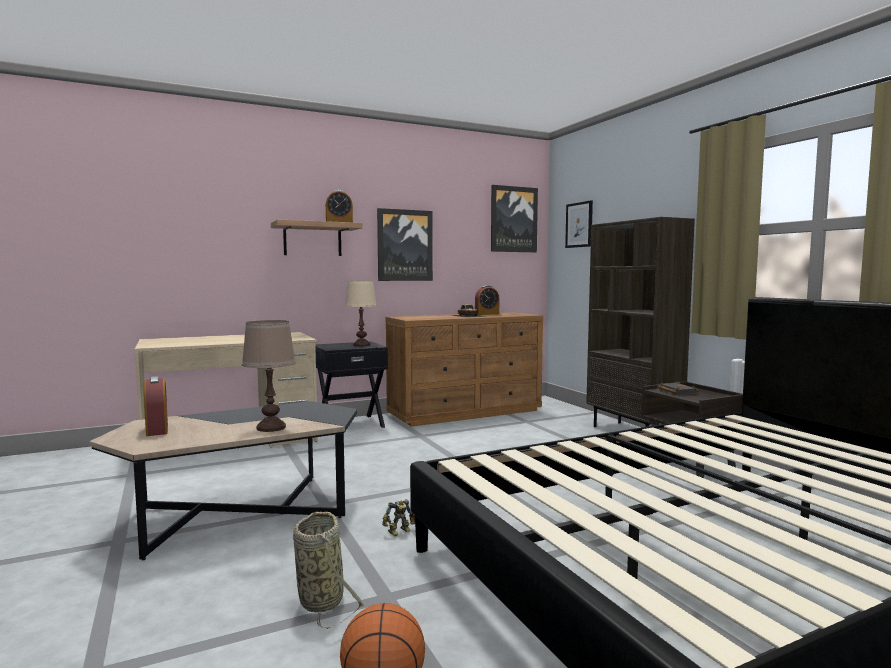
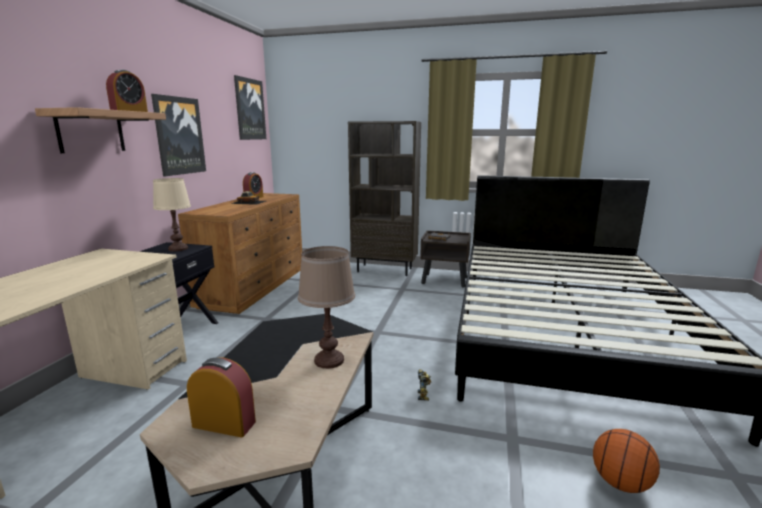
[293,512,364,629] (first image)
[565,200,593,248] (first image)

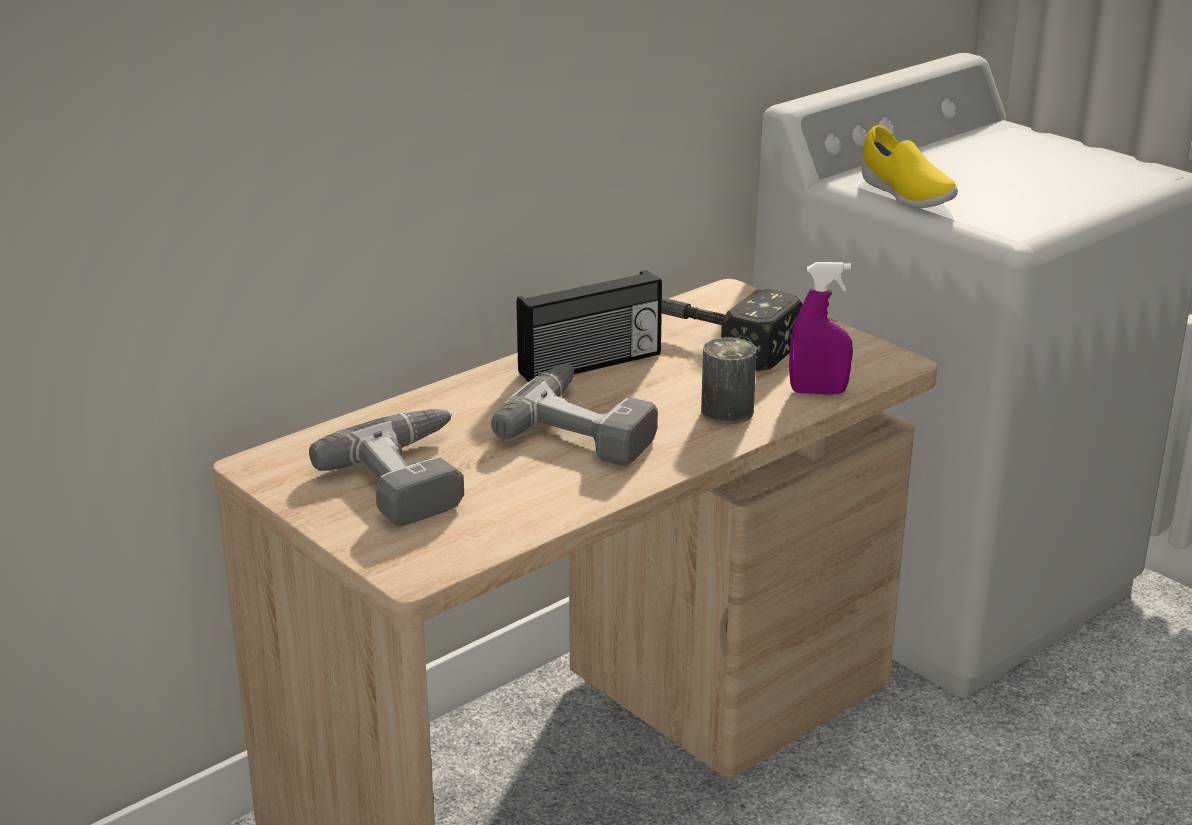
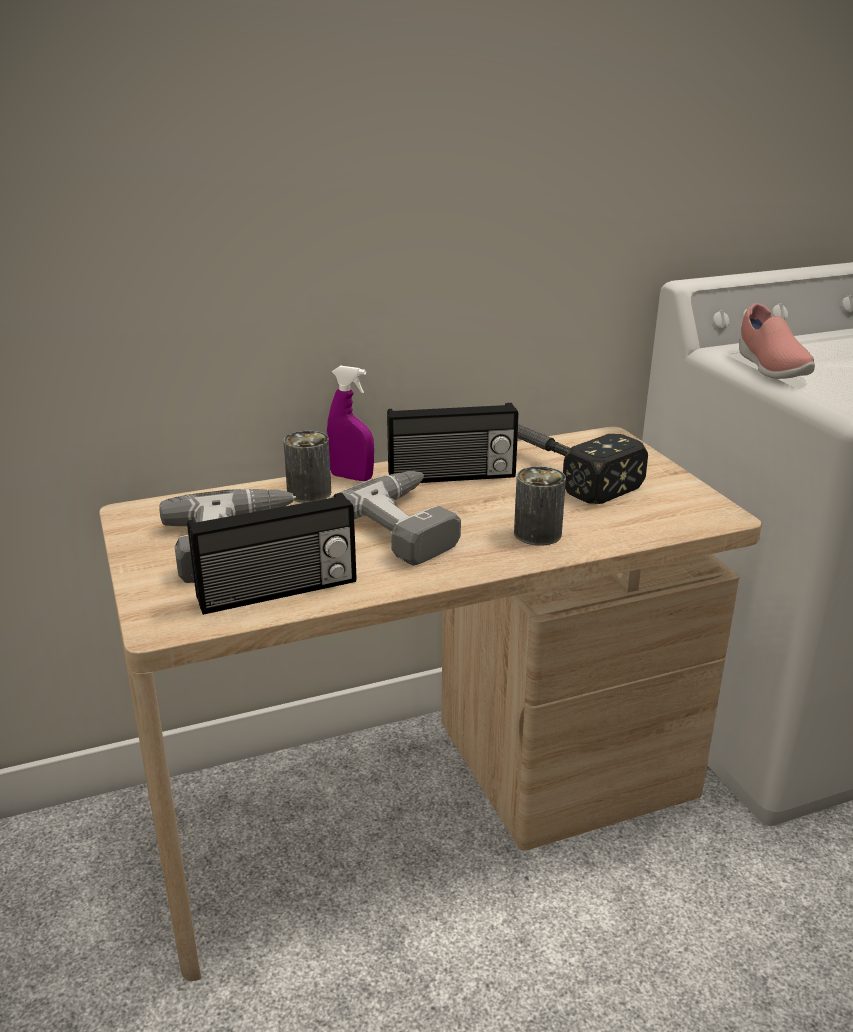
[327,366,374,481]
[739,303,815,379]
[187,493,357,615]
[283,431,331,503]

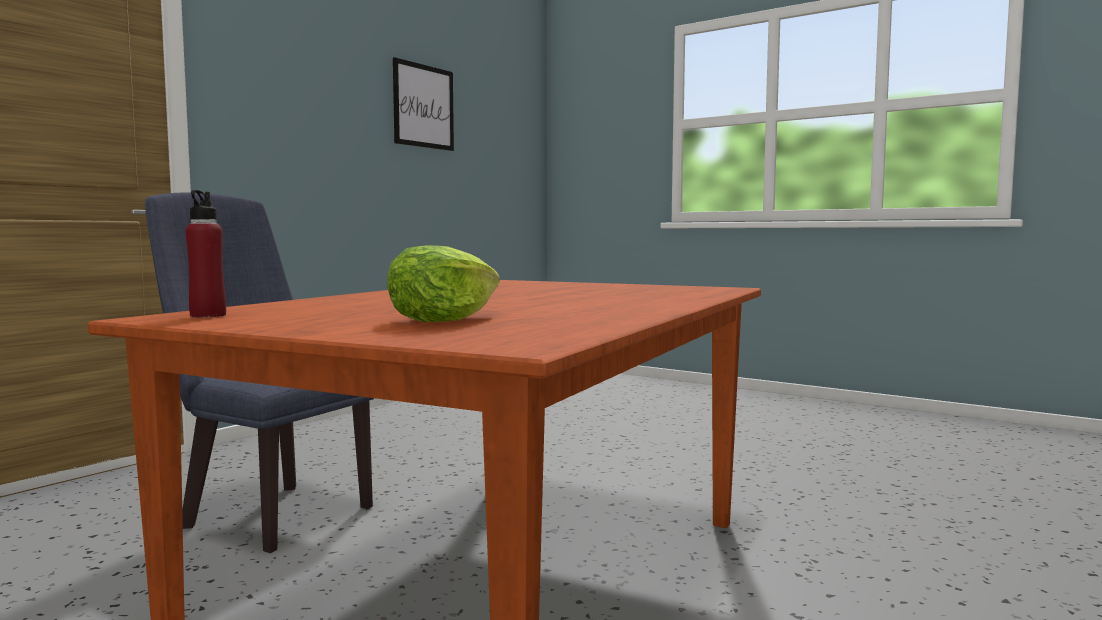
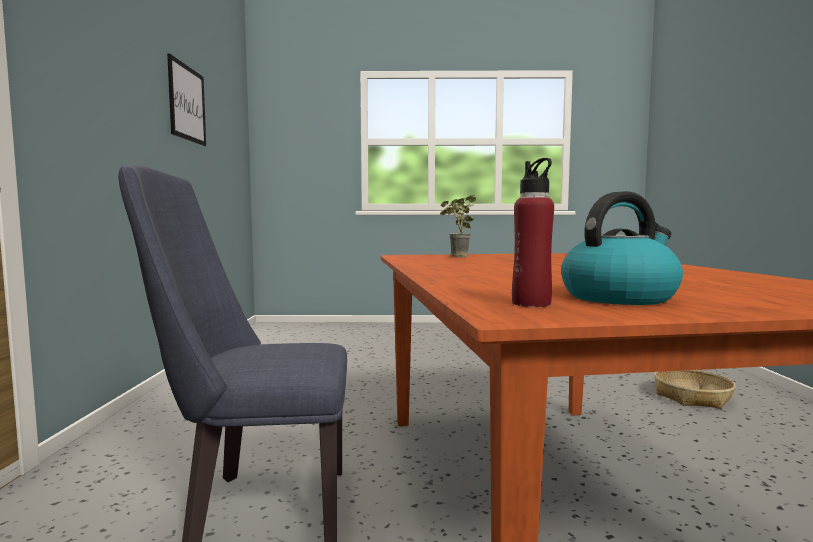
[387,245,500,322] (first image)
[440,195,476,257]
[561,191,683,305]
[654,370,736,409]

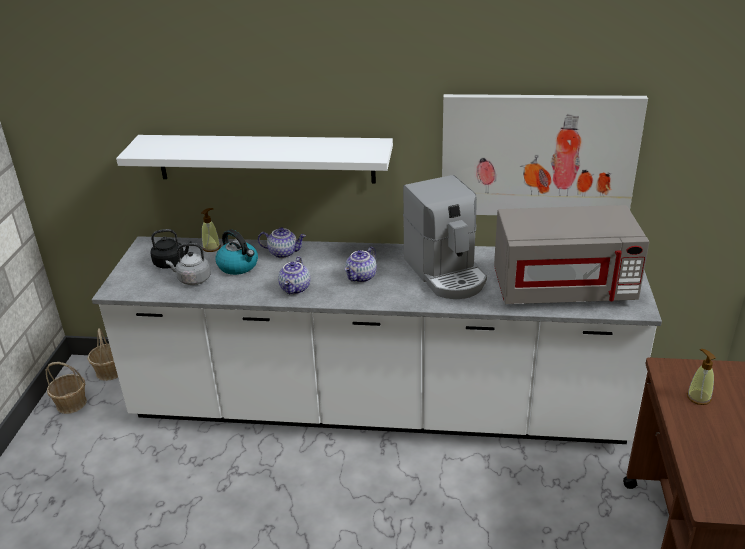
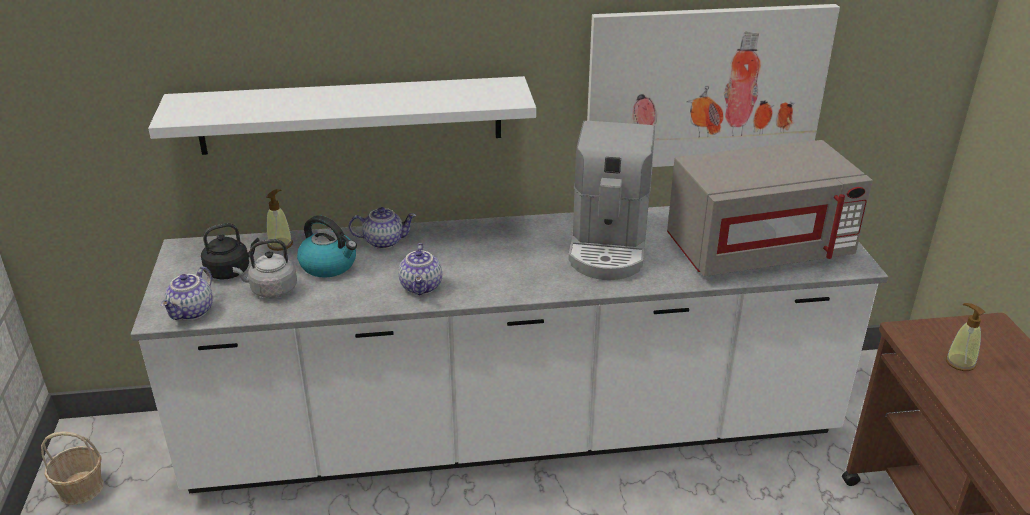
[88,328,118,381] (first image)
[161,266,213,320]
[568,121,655,280]

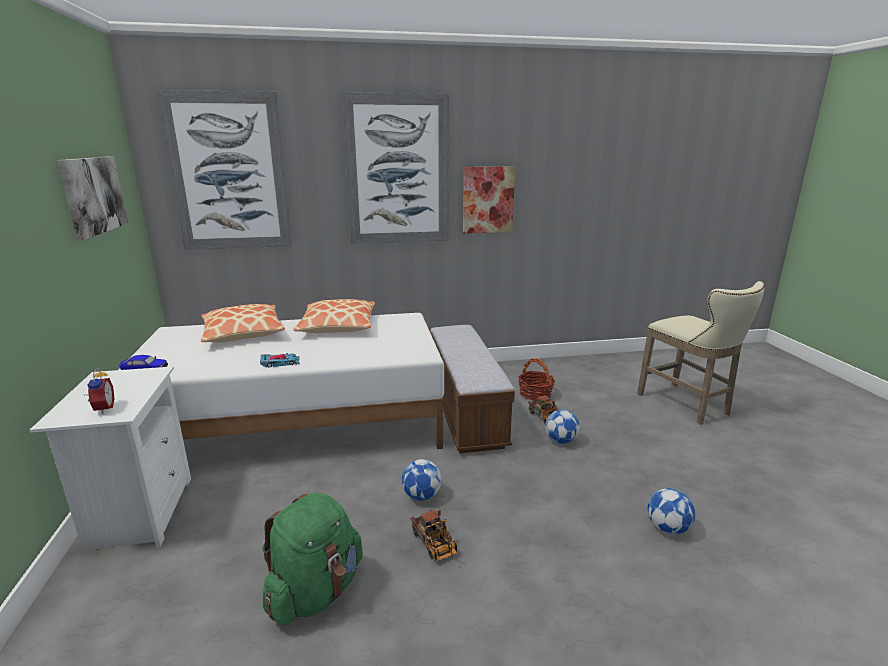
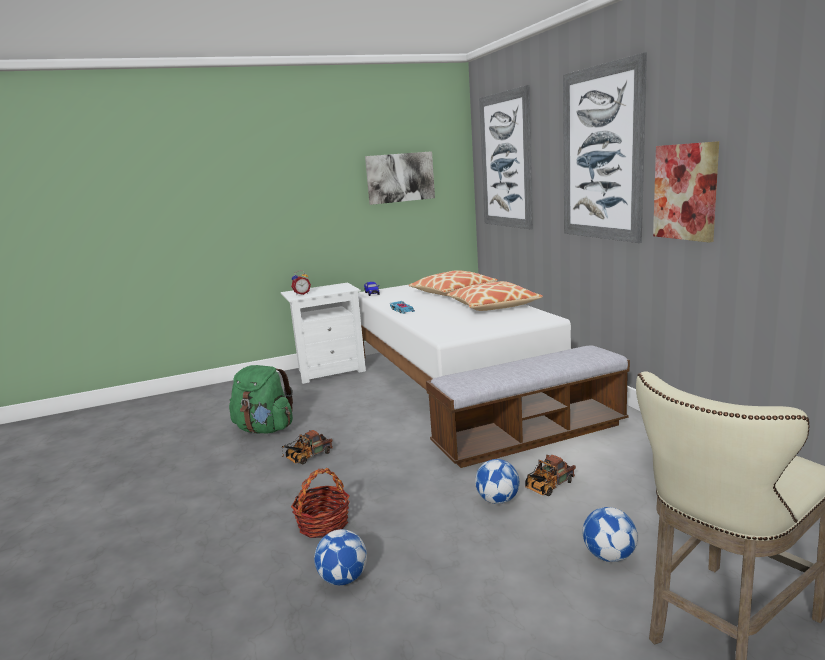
[583,507,638,562]
[291,468,350,538]

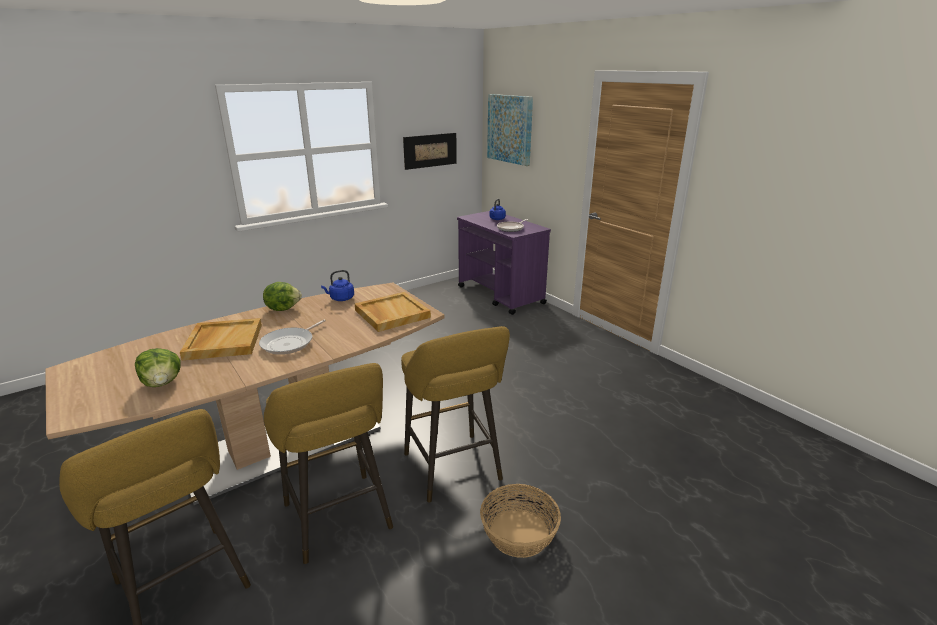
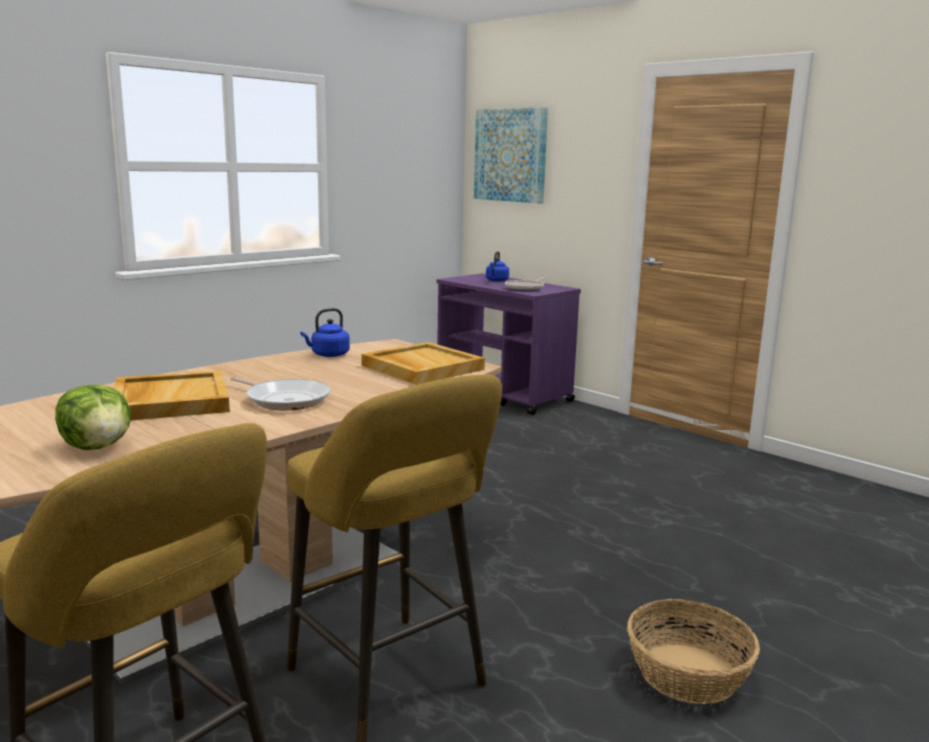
[230,377,331,410]
[263,282,302,311] (first image)
[401,326,510,502] (first image)
[403,133,457,170] (first image)

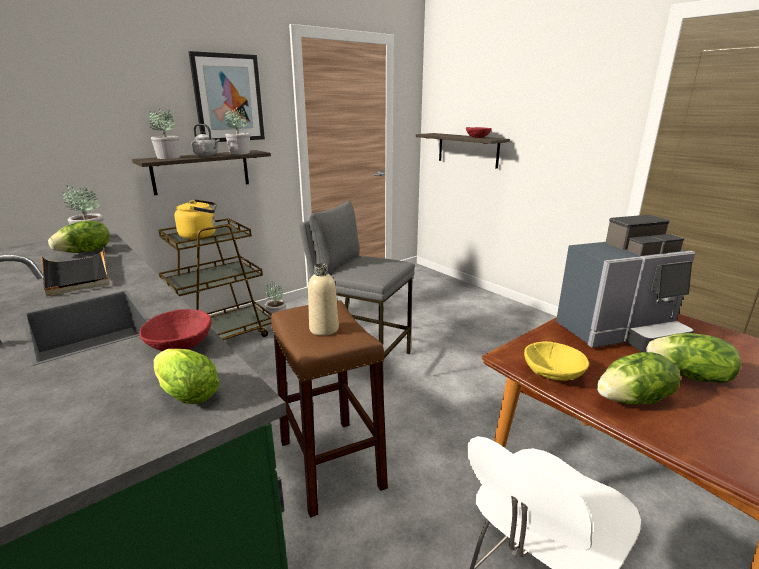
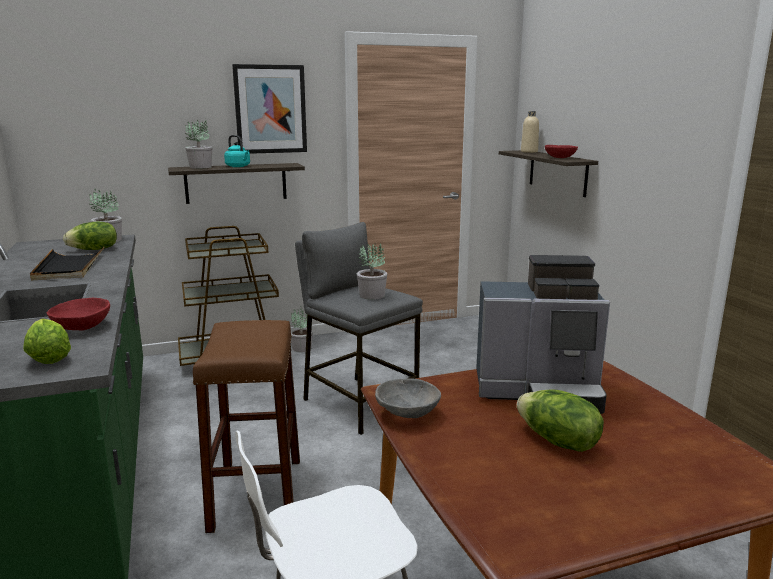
[174,199,217,239] (first image)
[224,135,250,167]
[357,243,387,300]
[521,111,539,153]
[375,378,441,418]
[597,352,681,405] (first image)

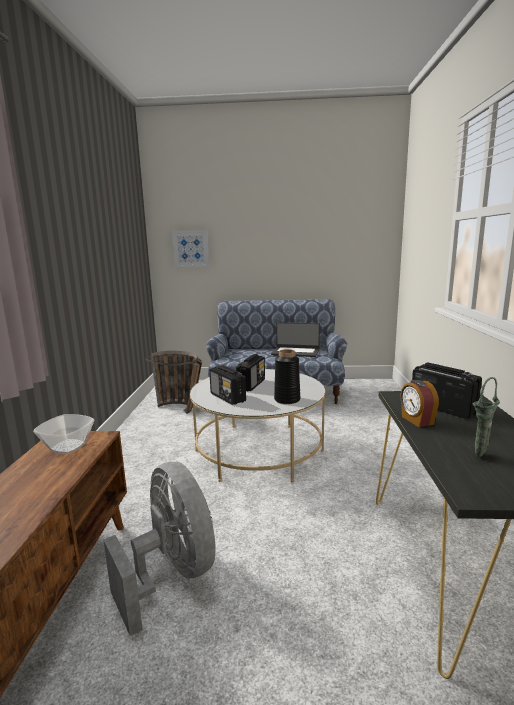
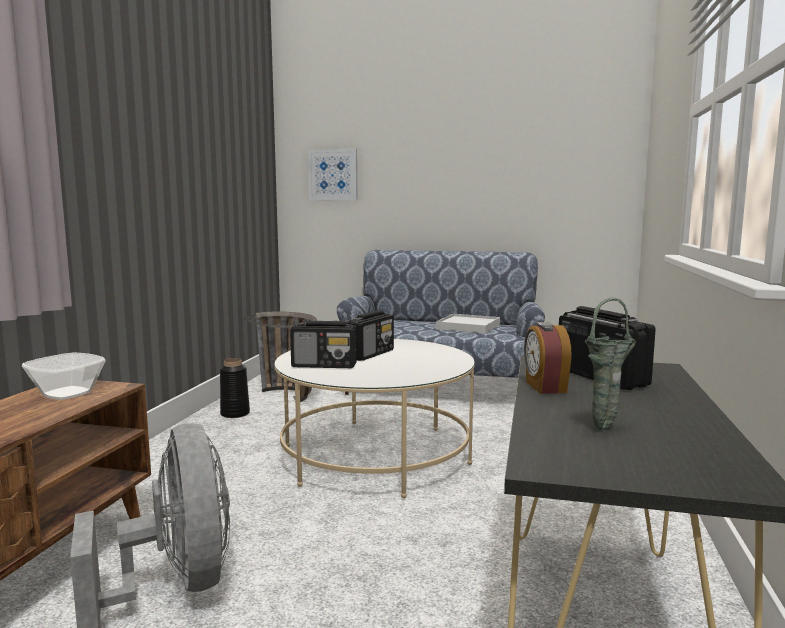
[290,321,357,368]
[436,314,500,334]
[220,358,250,418]

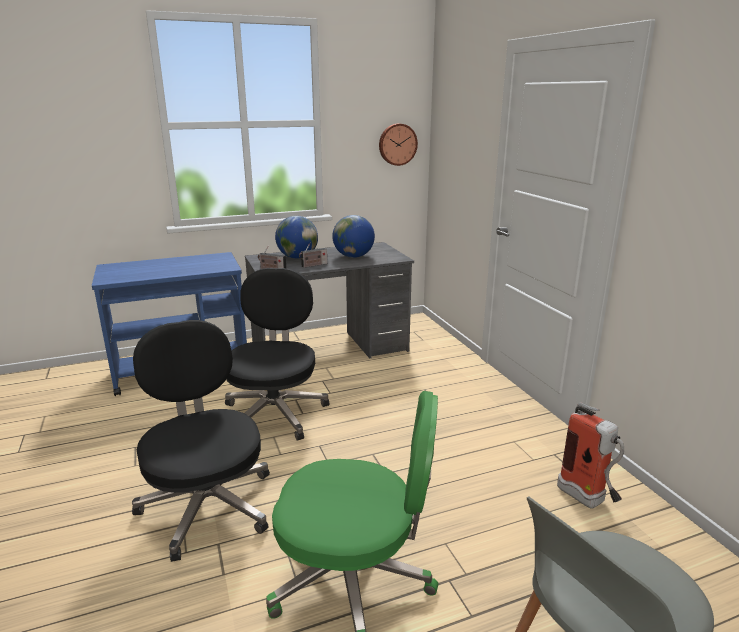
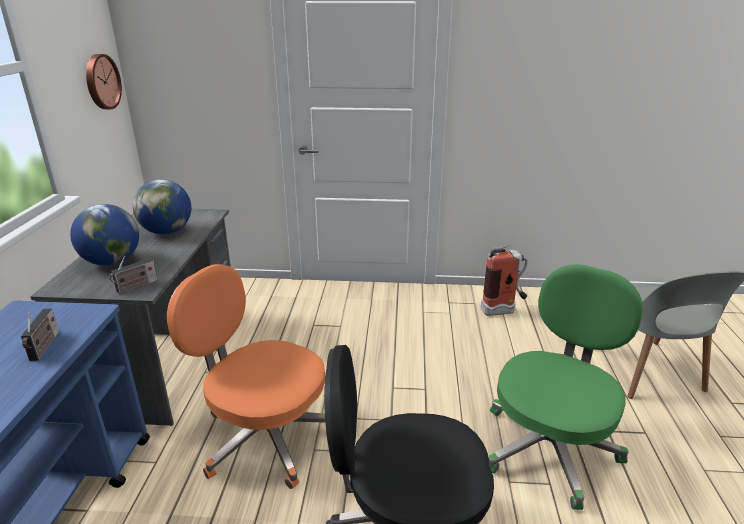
[167,264,325,489]
[21,309,59,361]

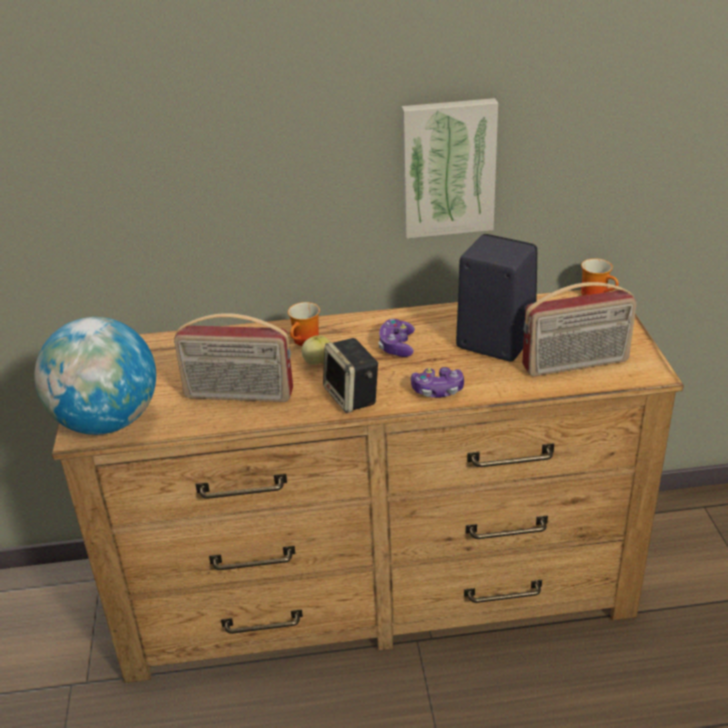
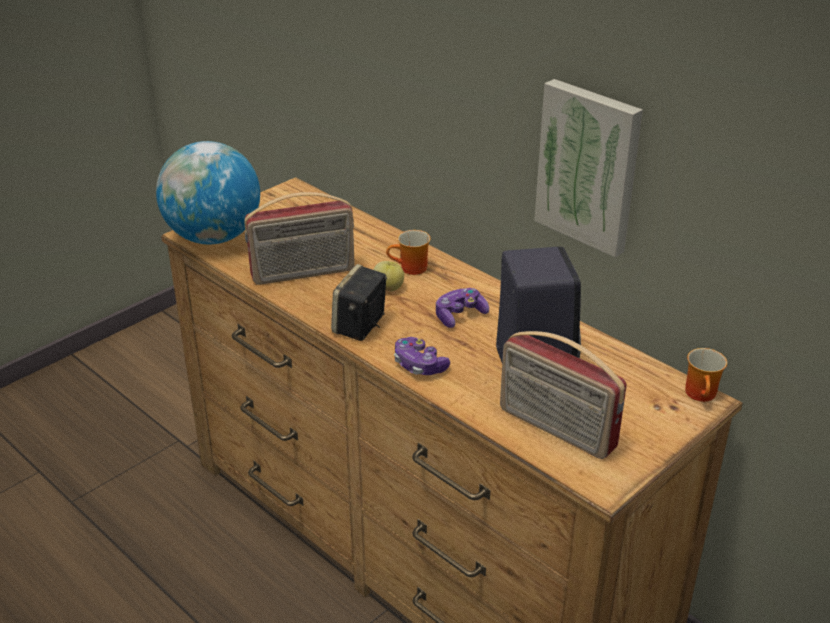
[244,192,355,285]

